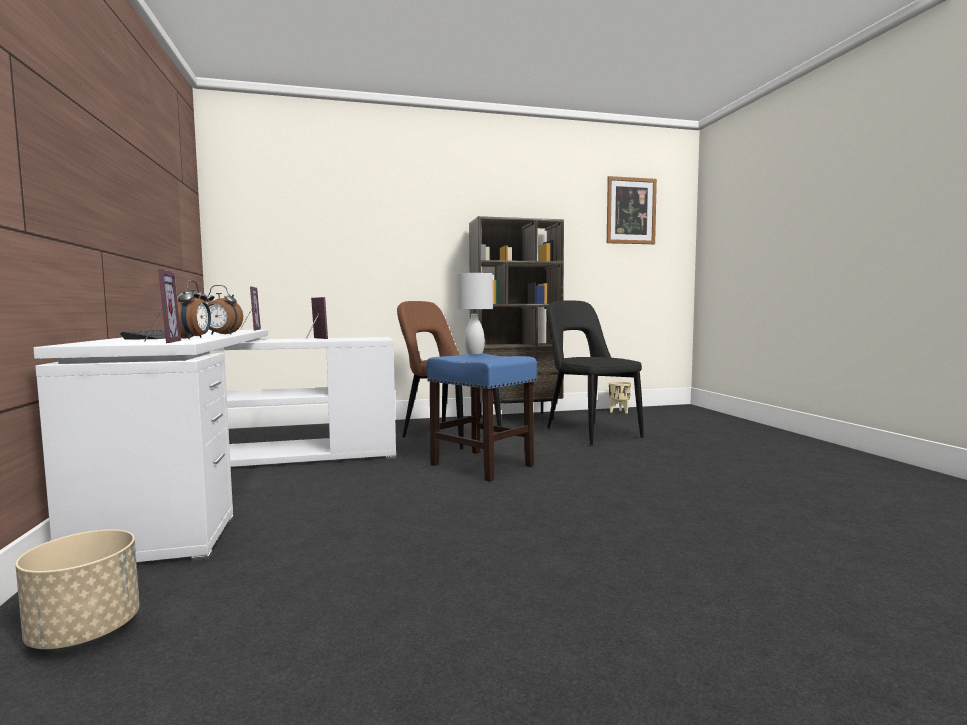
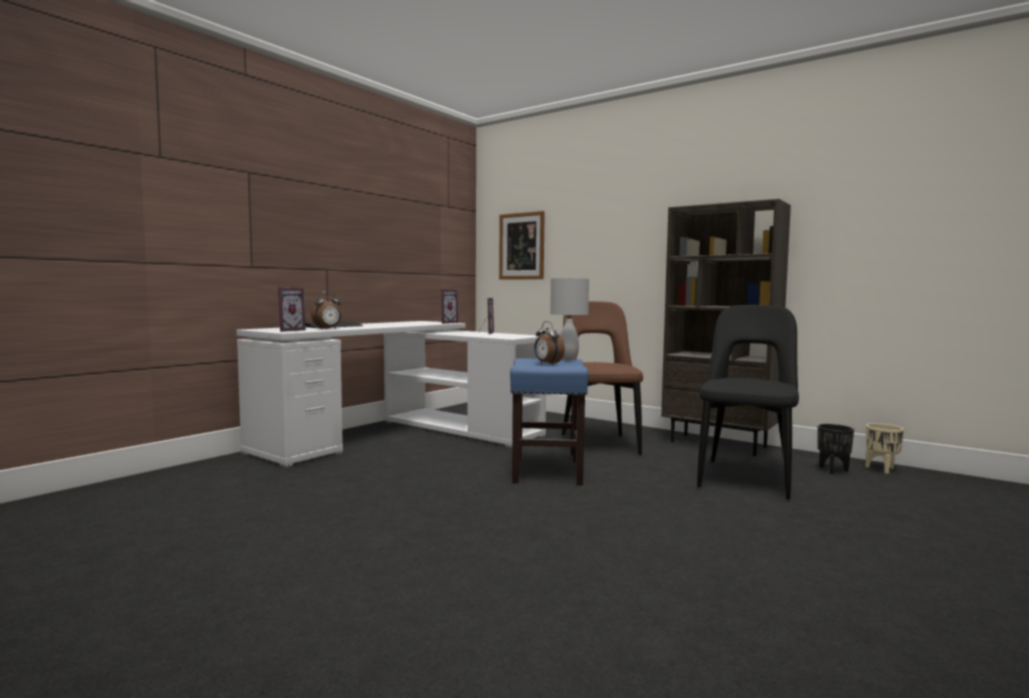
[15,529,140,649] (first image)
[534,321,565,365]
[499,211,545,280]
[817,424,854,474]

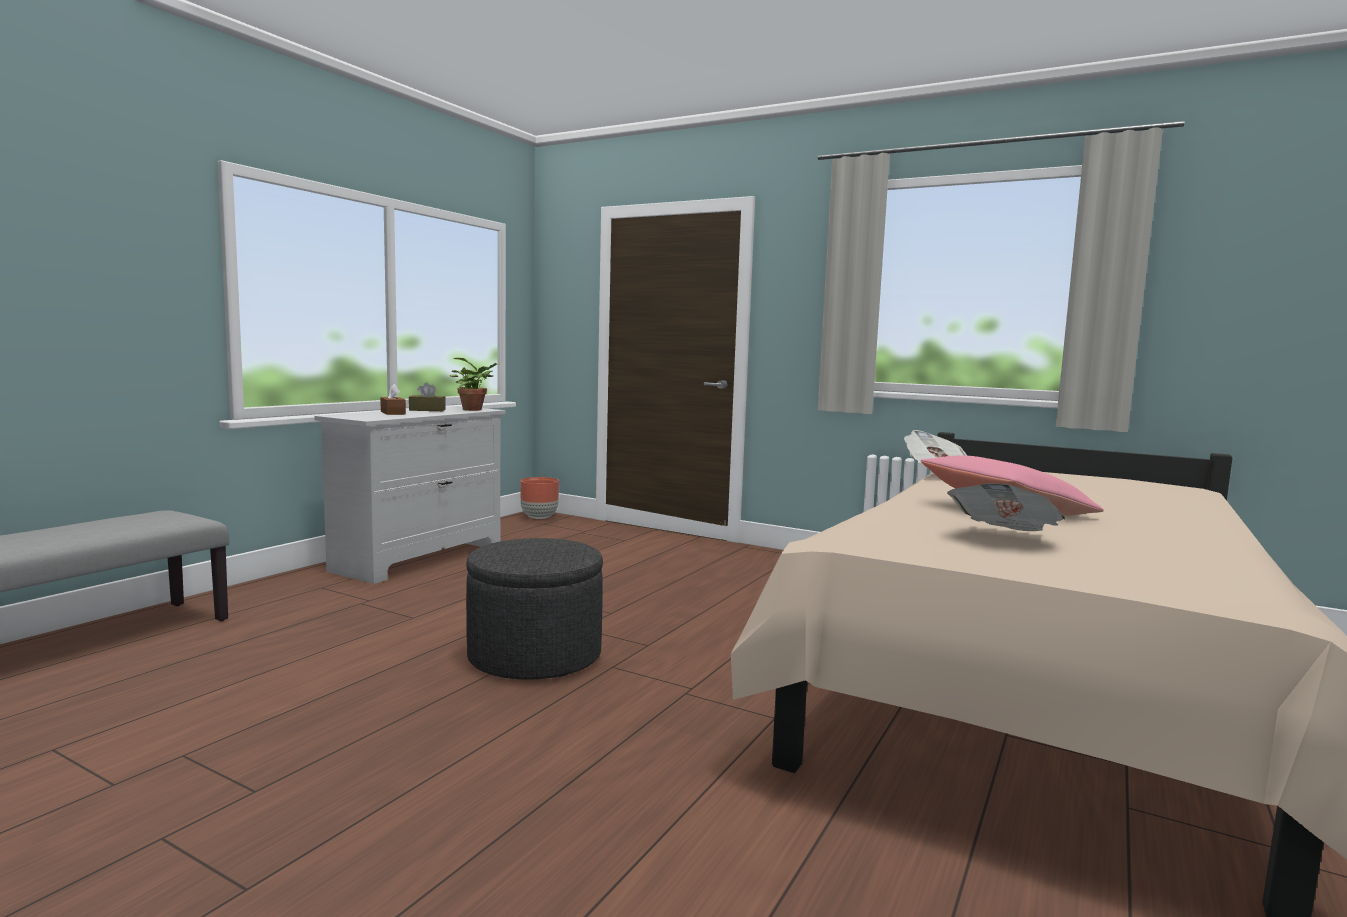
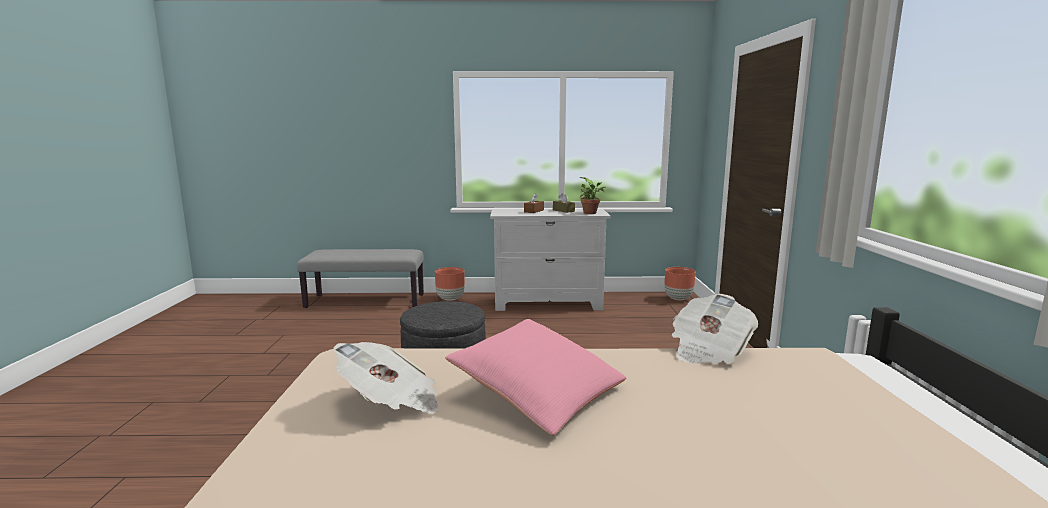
[435,267,465,301]

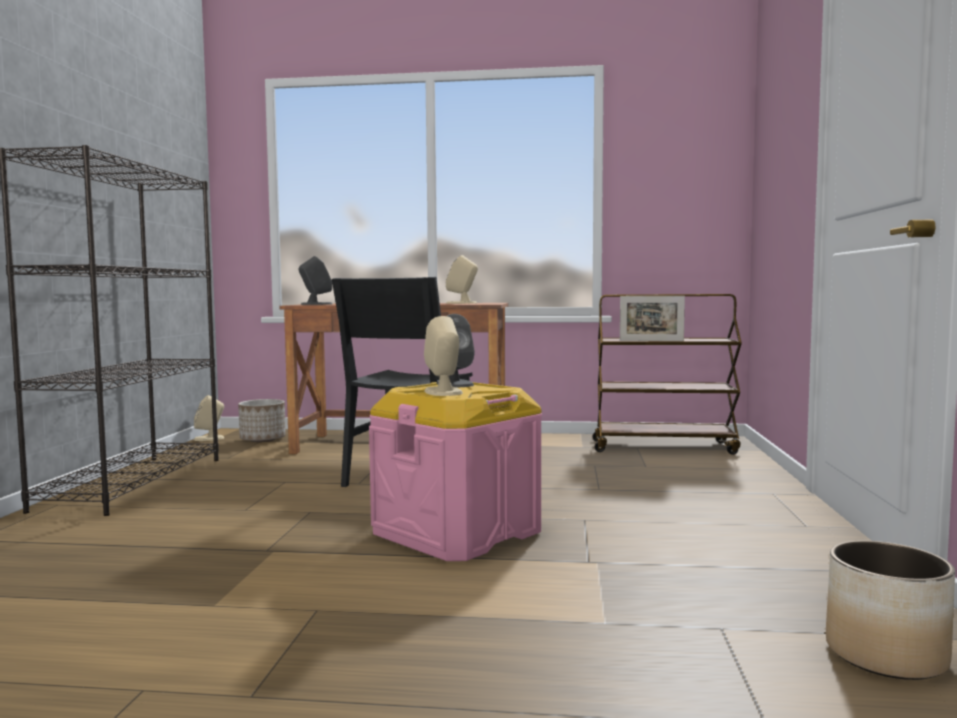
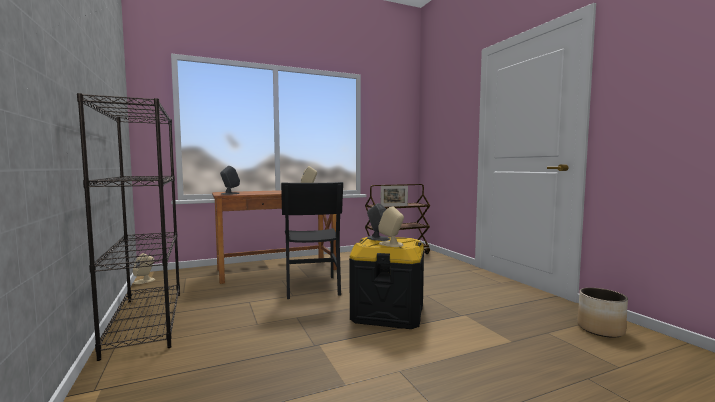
[238,399,286,442] (first image)
[349,237,424,329]

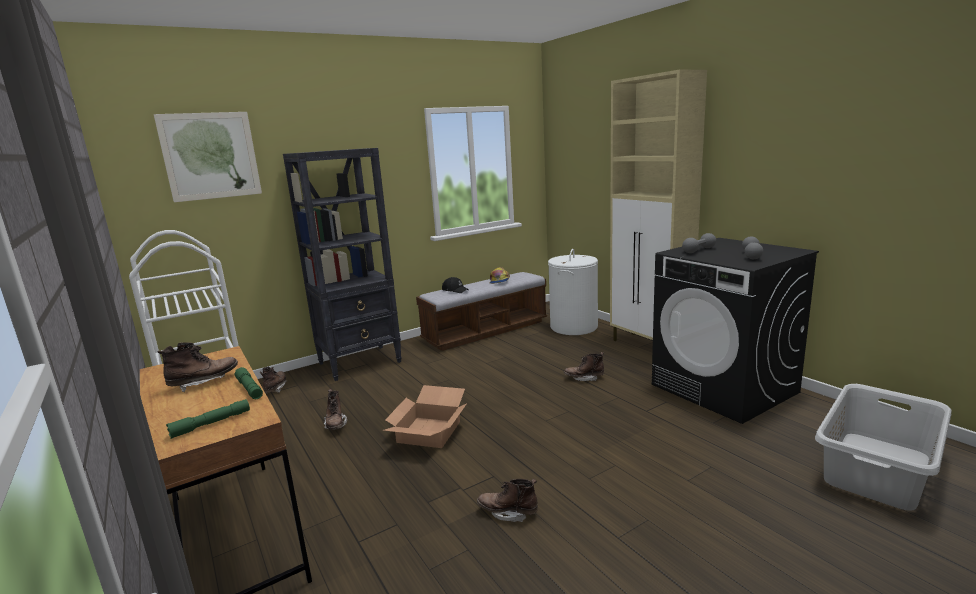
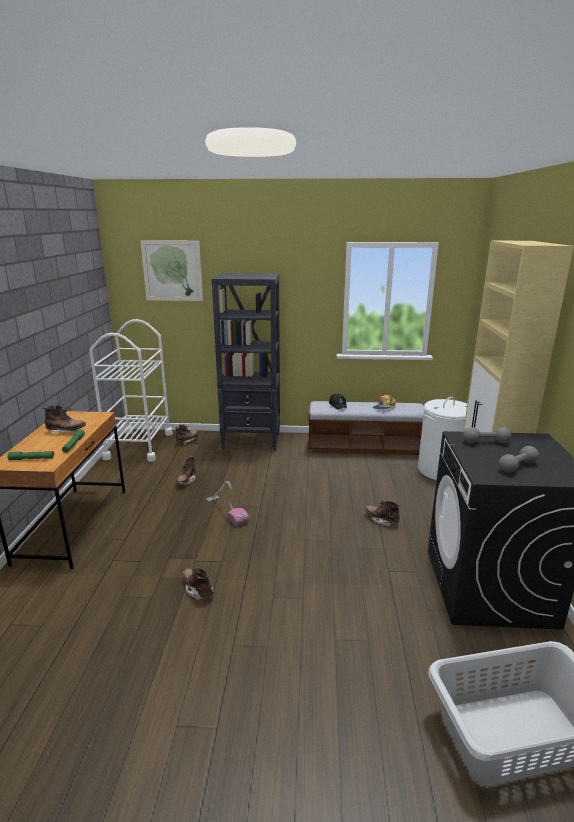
[206,481,249,526]

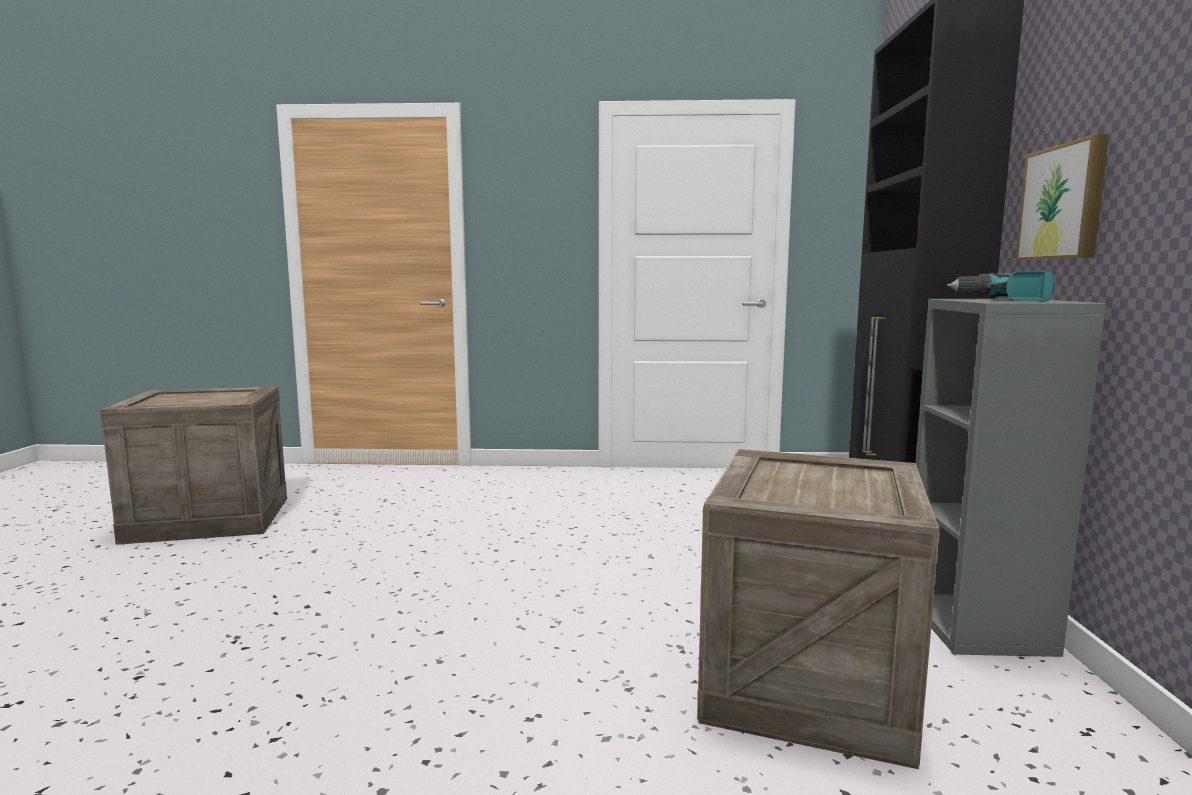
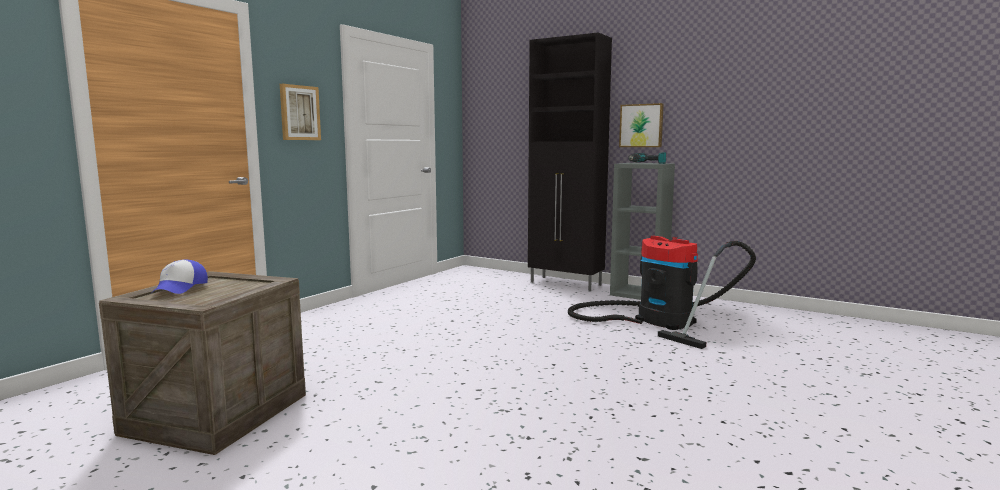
[568,236,756,349]
[151,259,208,294]
[280,84,321,140]

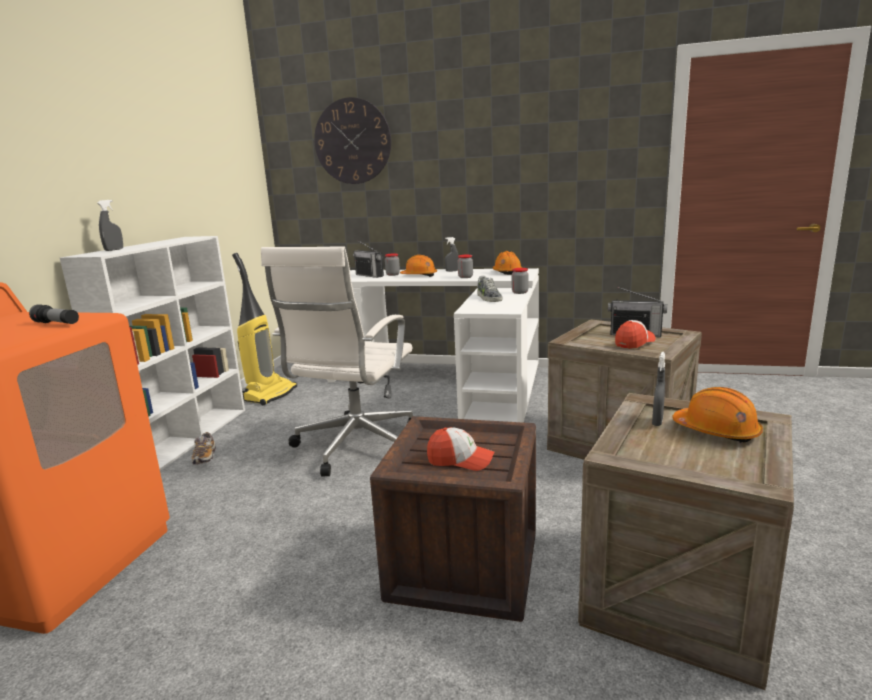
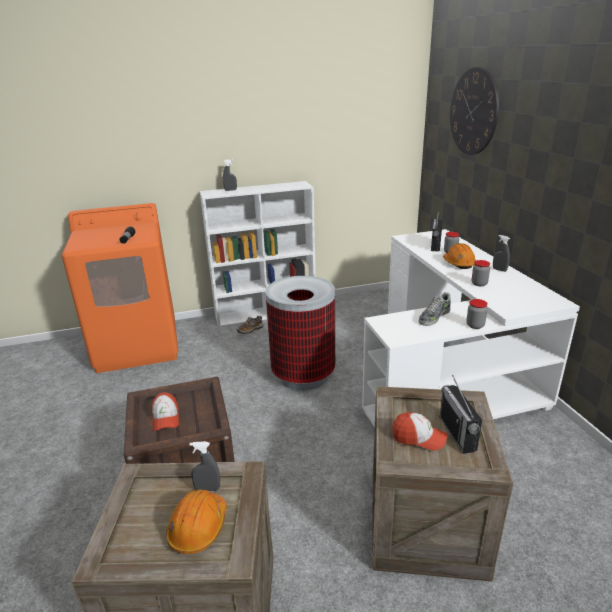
[232,253,297,405] (first image)
[266,276,335,390]
[493,251,522,275] (first image)

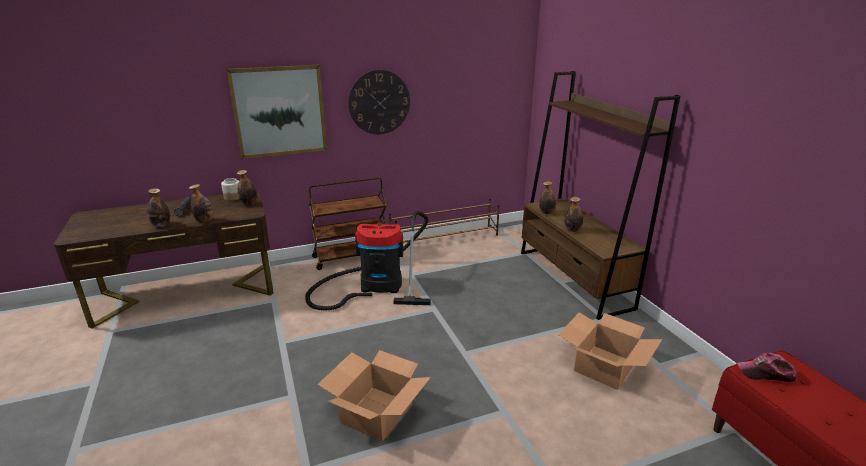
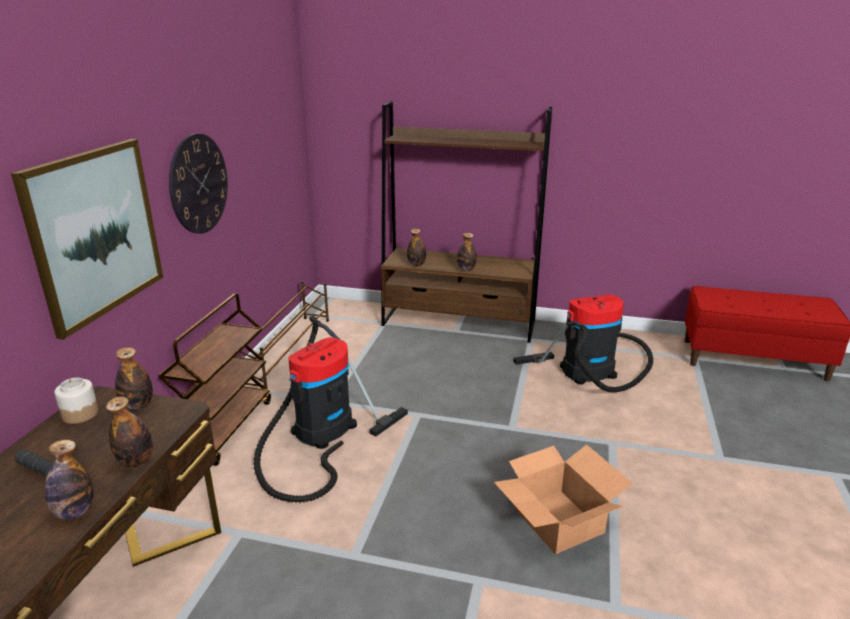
[513,294,653,392]
[737,353,797,382] (first image)

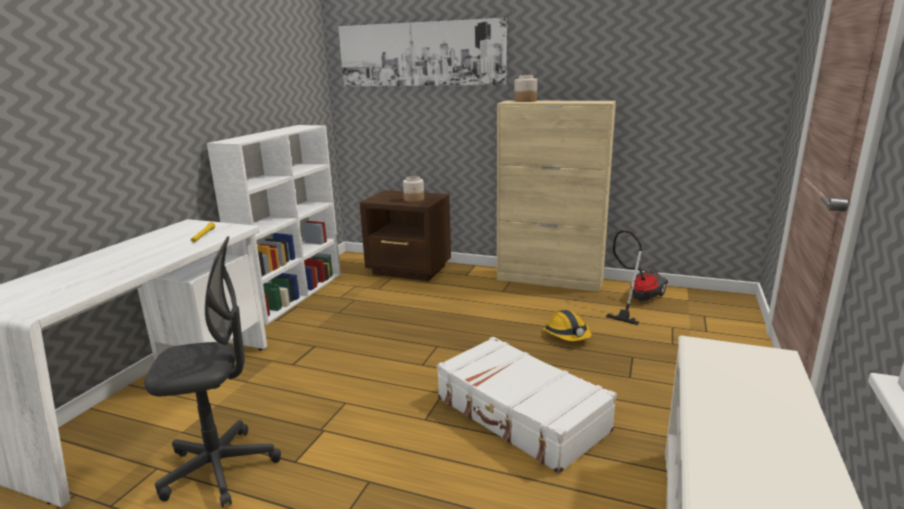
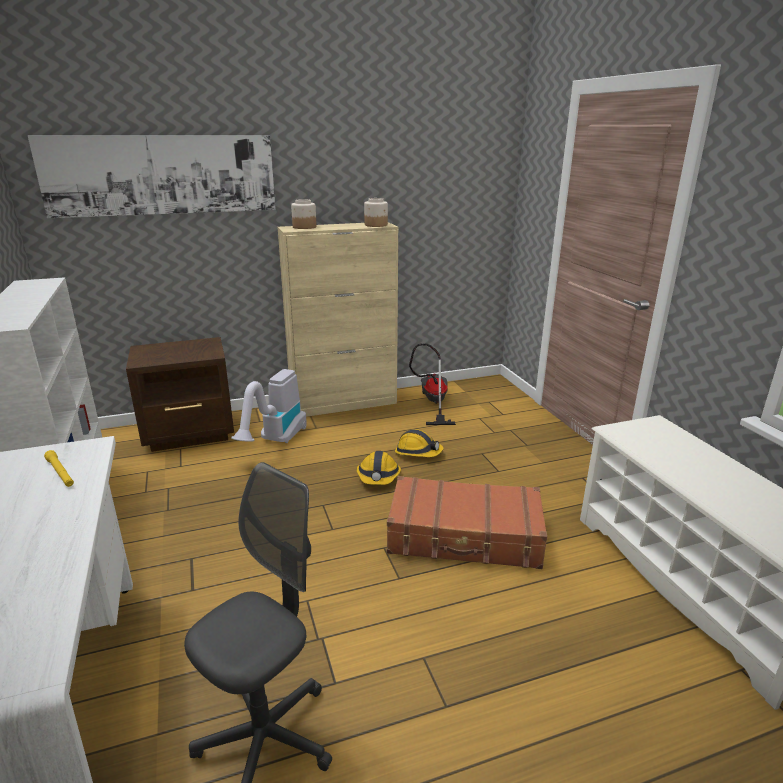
[364,198,388,227]
[387,476,547,569]
[231,369,307,443]
[356,451,401,485]

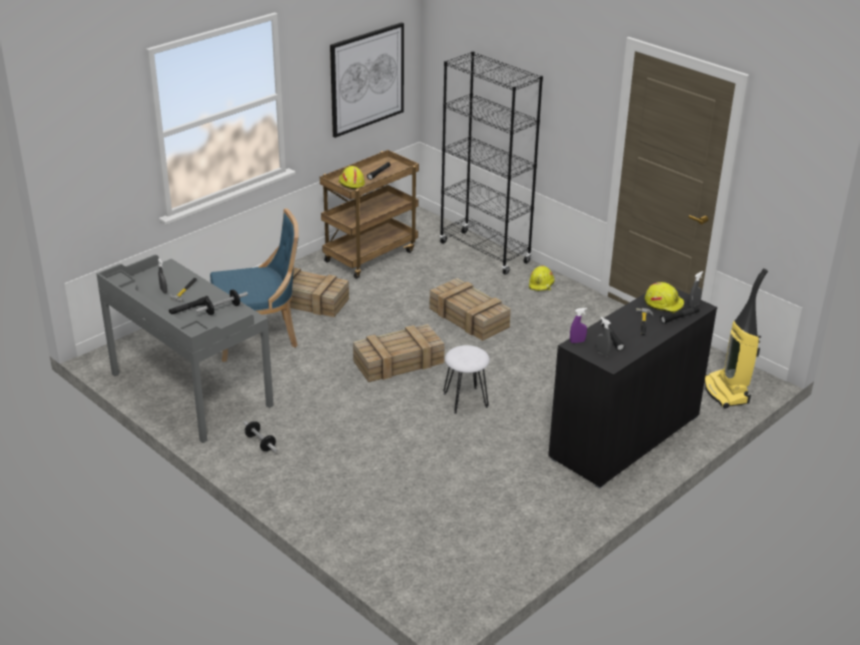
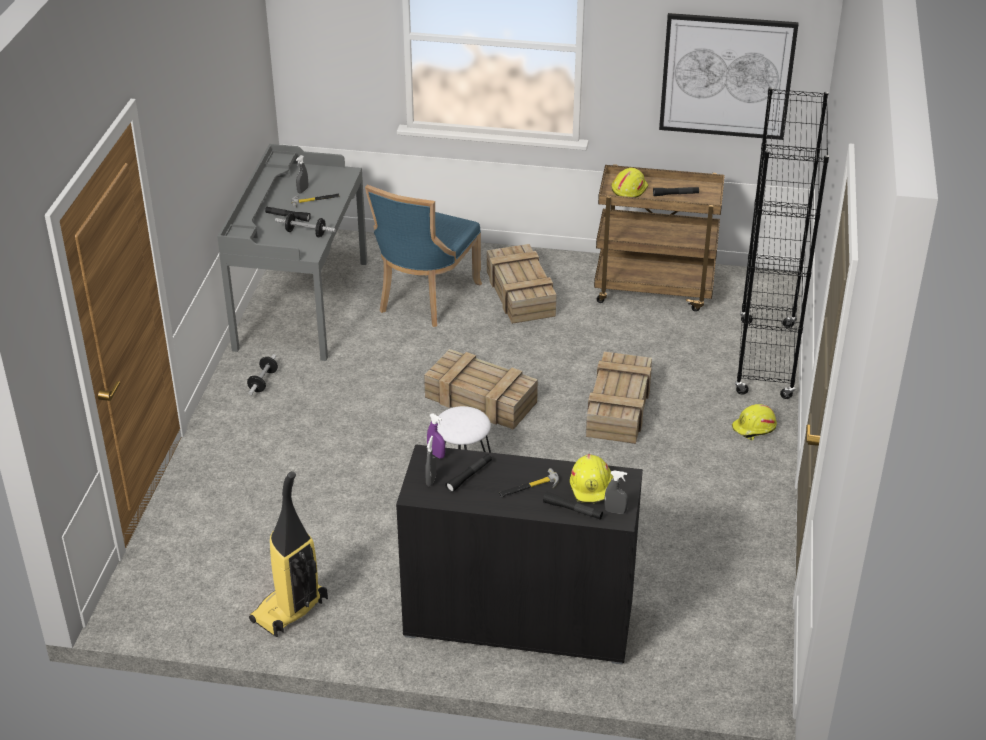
[365,185,482,327]
[249,471,328,637]

